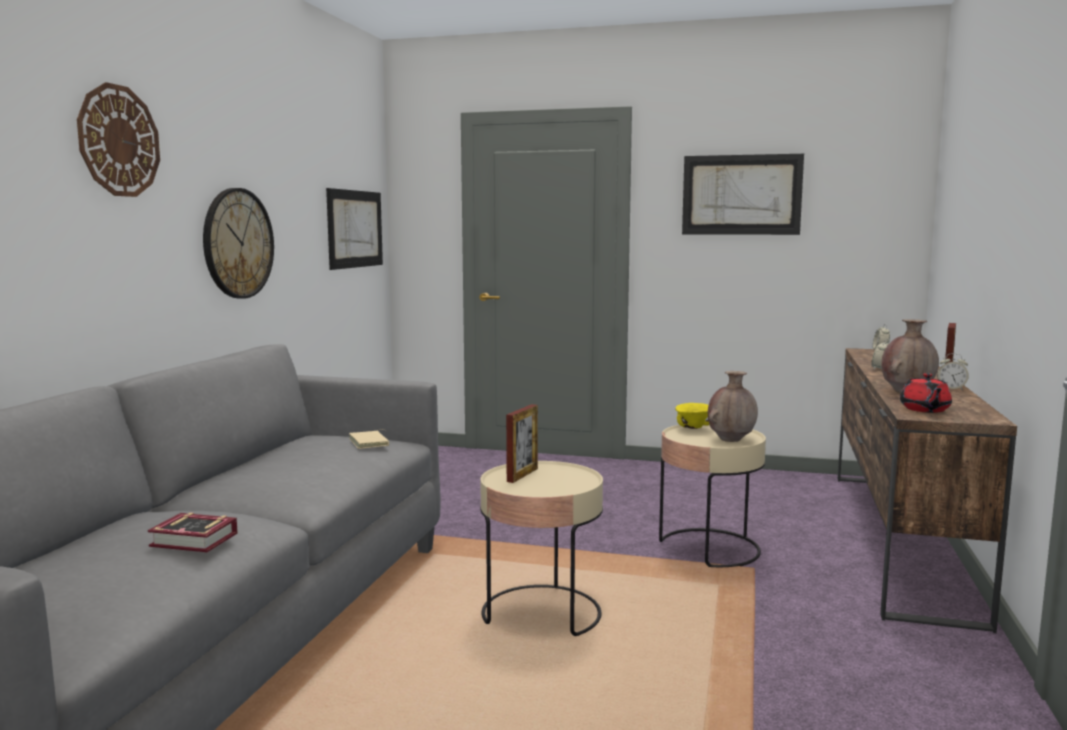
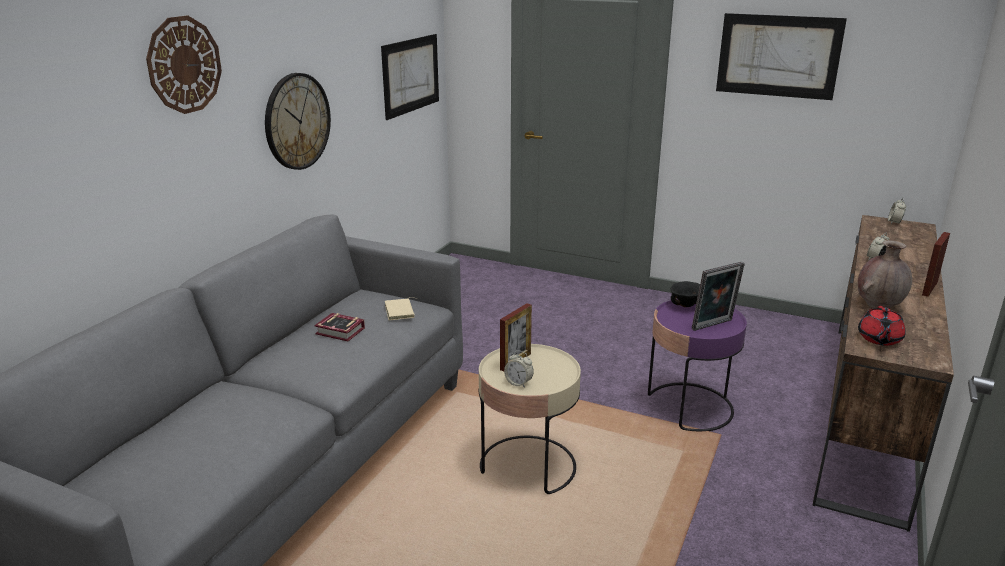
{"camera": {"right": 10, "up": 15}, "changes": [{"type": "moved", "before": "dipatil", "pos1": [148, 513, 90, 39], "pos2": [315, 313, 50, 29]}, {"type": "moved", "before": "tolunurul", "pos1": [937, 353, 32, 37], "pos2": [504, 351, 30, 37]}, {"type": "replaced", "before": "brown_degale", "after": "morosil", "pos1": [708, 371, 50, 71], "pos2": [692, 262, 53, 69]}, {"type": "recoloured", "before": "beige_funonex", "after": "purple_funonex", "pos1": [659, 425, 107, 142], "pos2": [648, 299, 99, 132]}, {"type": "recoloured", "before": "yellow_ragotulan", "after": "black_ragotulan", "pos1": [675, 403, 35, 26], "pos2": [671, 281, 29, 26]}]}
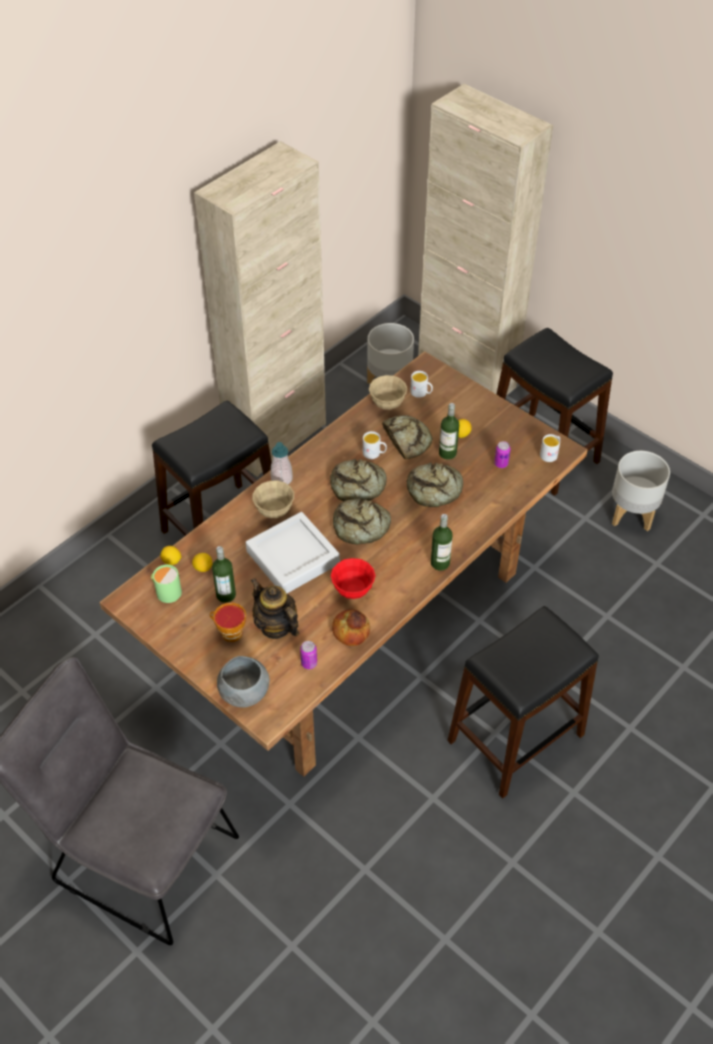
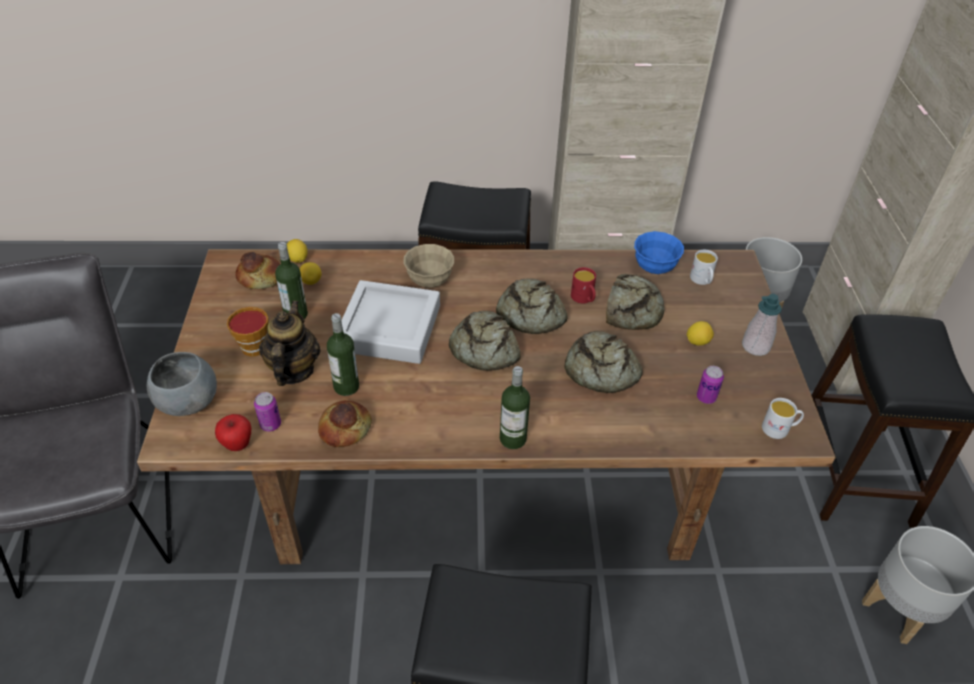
{"camera": {"right": 45, "up": -5}, "changes": [{"type": "removed", "before": "red_ragotulan", "pos1": [331, 558, 45, 41]}, {"type": "added", "after": "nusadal", "pos2": [215, 414, 36, 37]}, {"type": "moved", "before": "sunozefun", "pos1": [271, 442, 22, 42], "pos2": [742, 294, 40, 62]}, {"type": "moved", "before": "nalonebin", "pos1": [439, 403, 20, 57], "pos2": [327, 313, 32, 83]}, {"type": "replaced", "before": "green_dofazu", "after": "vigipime", "pos1": [151, 565, 31, 38], "pos2": [235, 252, 45, 37]}, {"type": "recoloured", "before": "white_dofazu", "after": "red_dofazu", "pos1": [363, 431, 24, 28], "pos2": [571, 267, 25, 36]}, {"type": "recoloured", "before": "beige_ragotulan", "after": "blue_ragotulan", "pos1": [369, 375, 38, 35], "pos2": [634, 231, 50, 43]}]}
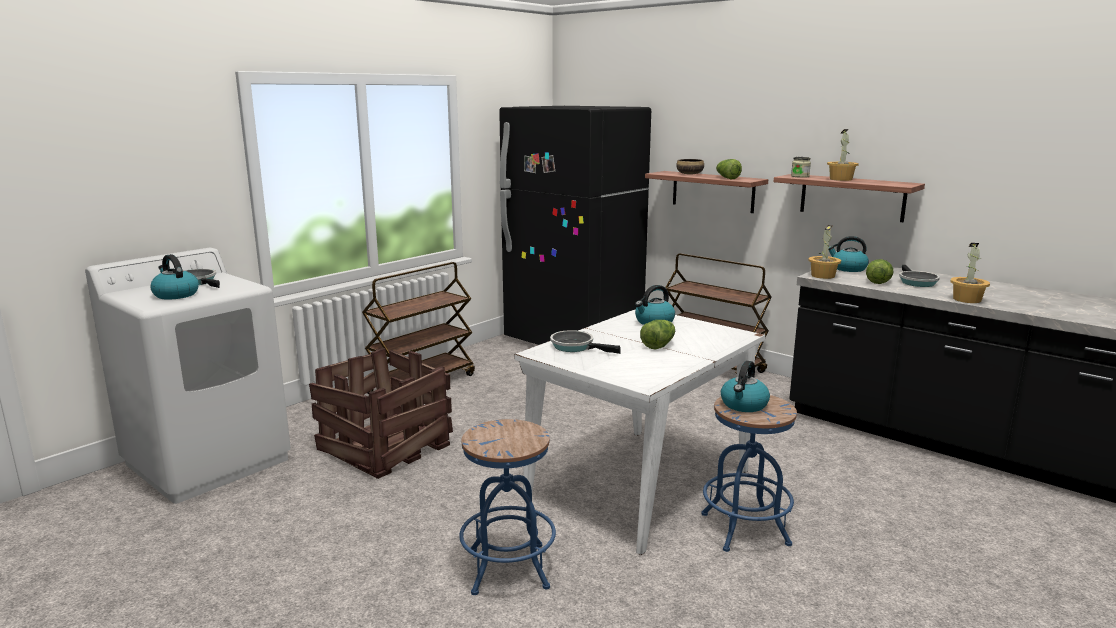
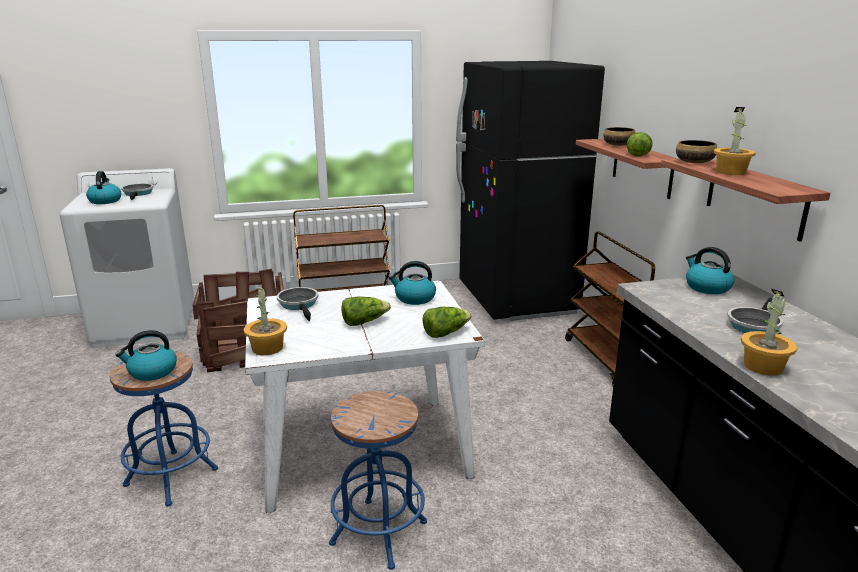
{"camera": {"right": 35, "up": 5}, "changes": [{"type": "moved", "before": "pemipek", "pos1": [721, 361, 49, 51], "pos2": [115, 330, 62, 51]}, {"type": "moved", "before": "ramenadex", "pos1": [808, 225, 33, 54], "pos2": [244, 287, 43, 68]}, {"type": "moved", "before": "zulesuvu", "pos1": [866, 259, 27, 25], "pos2": [423, 307, 49, 31]}, {"type": "replaced", "before": "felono", "after": "ragotulan", "pos1": [791, 157, 20, 21], "pos2": [676, 140, 41, 23]}]}
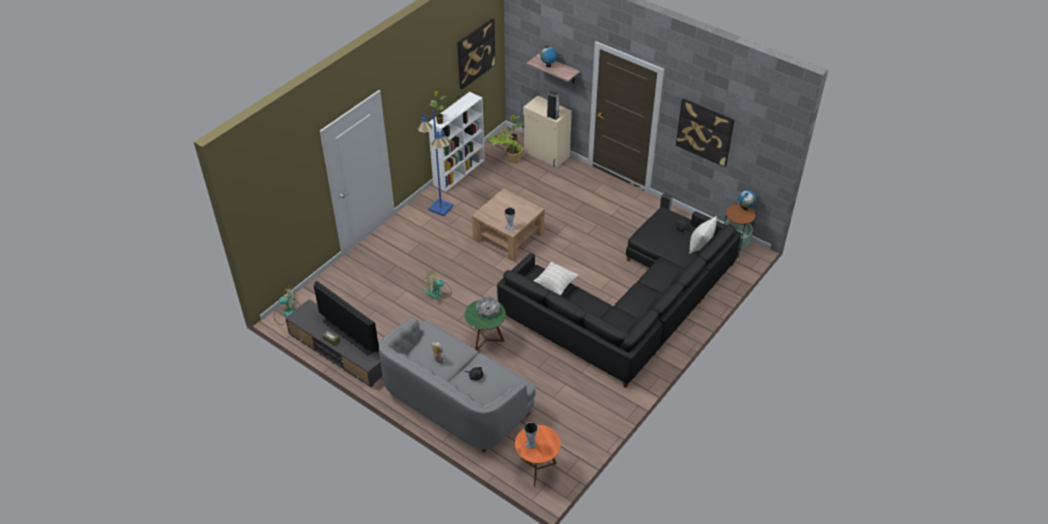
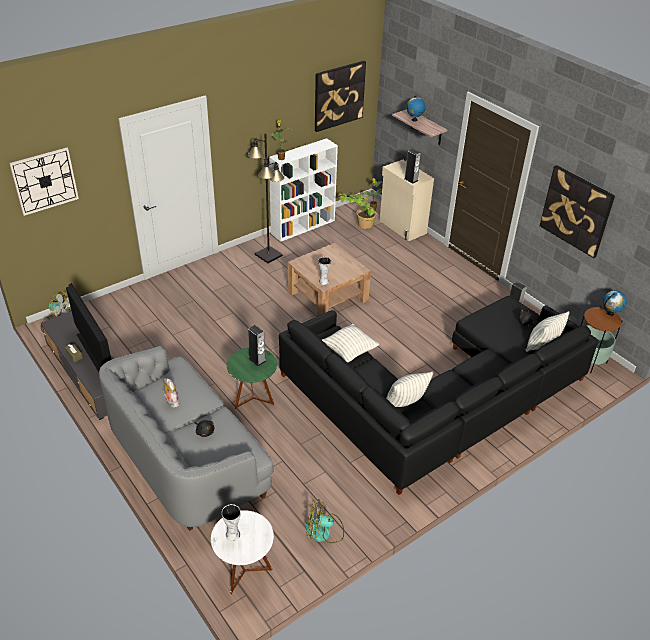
{"camera": {"right": 15, "up": -5}, "changes": [{"type": "added", "after": "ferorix", "pos2": [9, 148, 70, 68]}, {"type": "added", "after": "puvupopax", "pos2": [386, 371, 47, 36]}, {"type": "moved", "before": "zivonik", "pos1": [425, 271, 27, 28], "pos2": [306, 499, 38, 44]}, {"type": "replaced", "before": "ragotulan", "after": "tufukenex", "pos1": [476, 297, 24, 20], "pos2": [248, 325, 18, 42]}, {"type": "recoloured", "before": "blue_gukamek", "after": "black_gukamek", "pos1": [418, 110, 35, 106], "pos2": [248, 133, 36, 130]}, {"type": "recoloured", "before": "orange_funonex", "after": "white_funonex", "pos1": [515, 425, 46, 62], "pos2": [211, 510, 63, 84]}]}
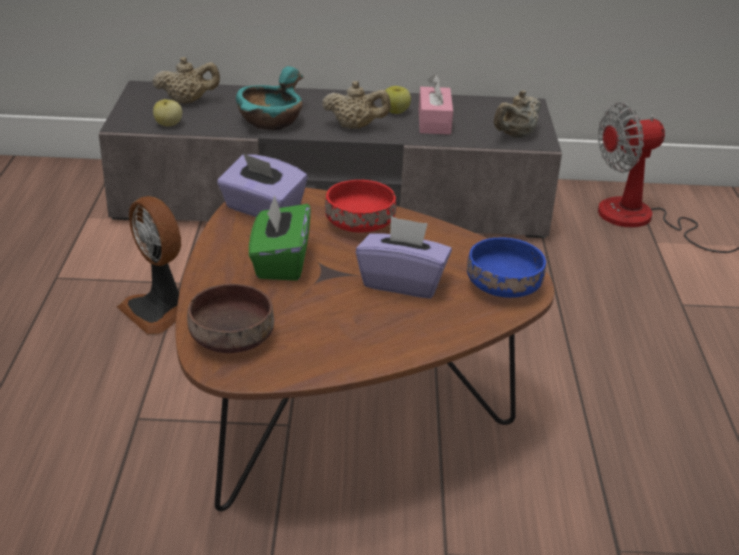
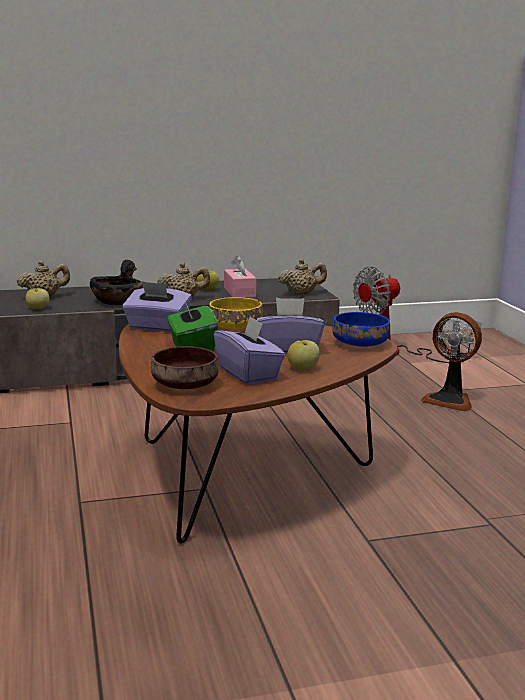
{"camera": {"right": -15, "up": -15}, "changes": [{"type": "added", "after": "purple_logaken", "pos2": [214, 316, 71, 69]}, {"type": "added", "after": "nusadal", "pos2": [287, 340, 33, 30]}, {"type": "moved", "before": "zivonik", "pos1": [117, 196, 64, 138], "pos2": [421, 312, 61, 99]}, {"type": "recoloured", "before": "turquoise_ragotulan", "after": "black_ragotulan", "pos1": [236, 66, 68, 64], "pos2": [90, 260, 53, 45]}, {"type": "recoloured", "before": "red_ragotulan", "after": "yellow_ragotulan", "pos1": [325, 180, 71, 52], "pos2": [209, 297, 54, 33]}, {"type": "turned", "before": "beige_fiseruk", "pos1": [494, 90, 47, 48], "pos2": [278, 259, 49, 36], "turn": -135}]}
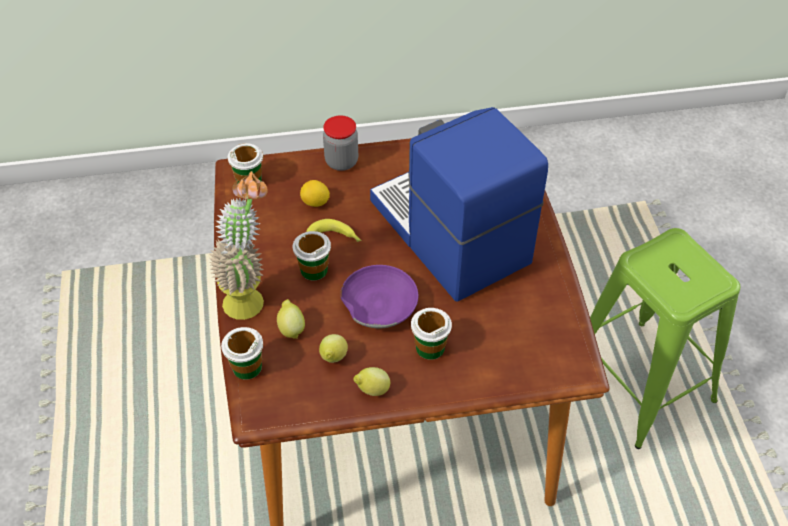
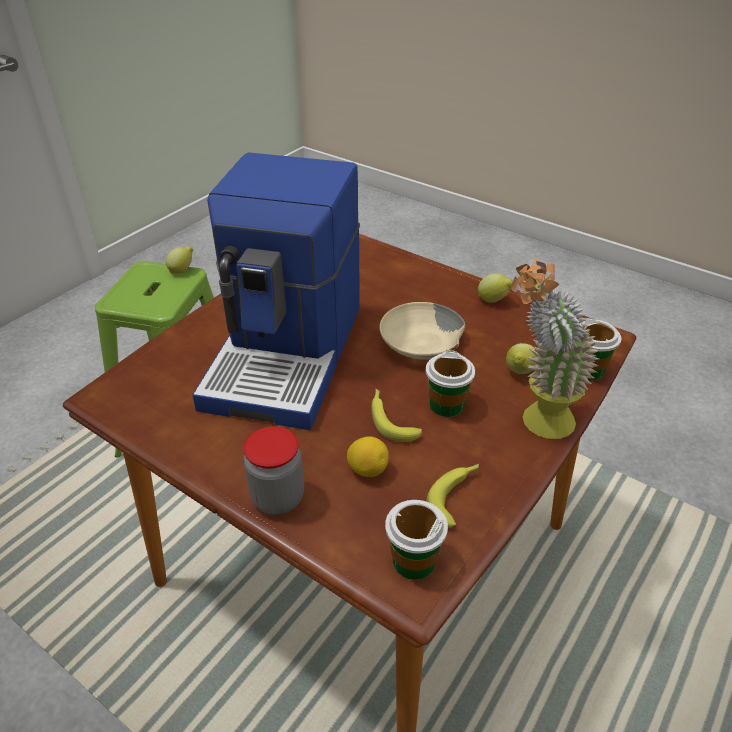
{"camera": {"right": -135, "up": -10}, "changes": [{"type": "removed", "before": "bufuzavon", "pos1": [411, 308, 41, 52]}, {"type": "added", "after": "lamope", "pos2": [426, 464, 53, 64]}, {"type": "moved", "before": "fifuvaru", "pos1": [319, 334, 29, 29], "pos2": [166, 246, 27, 28]}, {"type": "recoloured", "before": "purple_ragotulan", "after": "beige_ragotulan", "pos1": [340, 265, 78, 63], "pos2": [379, 302, 87, 58]}]}
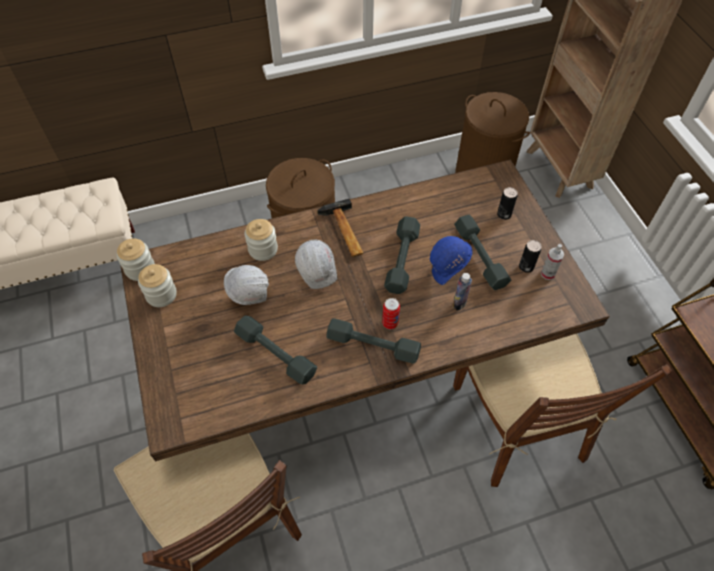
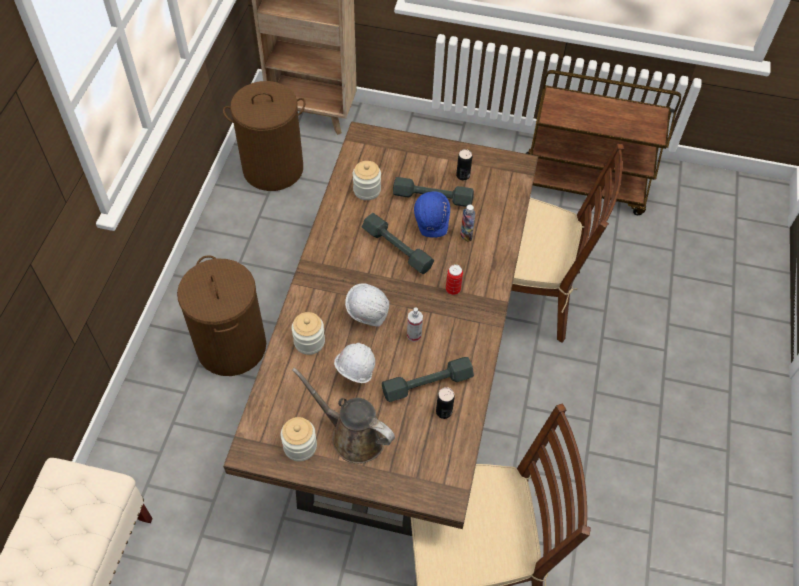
{"camera": {"right": -60, "up": 0}, "changes": [{"type": "removed", "before": "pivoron", "pos1": [317, 198, 46, 59]}, {"type": "removed", "before": "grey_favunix", "pos1": [326, 318, 95, 46]}, {"type": "added", "after": "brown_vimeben", "pos2": [292, 367, 103, 97]}, {"type": "moved", "before": "felono", "pos1": [117, 238, 38, 43], "pos2": [353, 161, 28, 39]}, {"type": "moved", "before": "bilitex", "pos1": [497, 187, 21, 33], "pos2": [436, 387, 19, 32]}, {"type": "moved", "before": "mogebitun", "pos1": [541, 244, 23, 36], "pos2": [407, 308, 16, 34]}]}
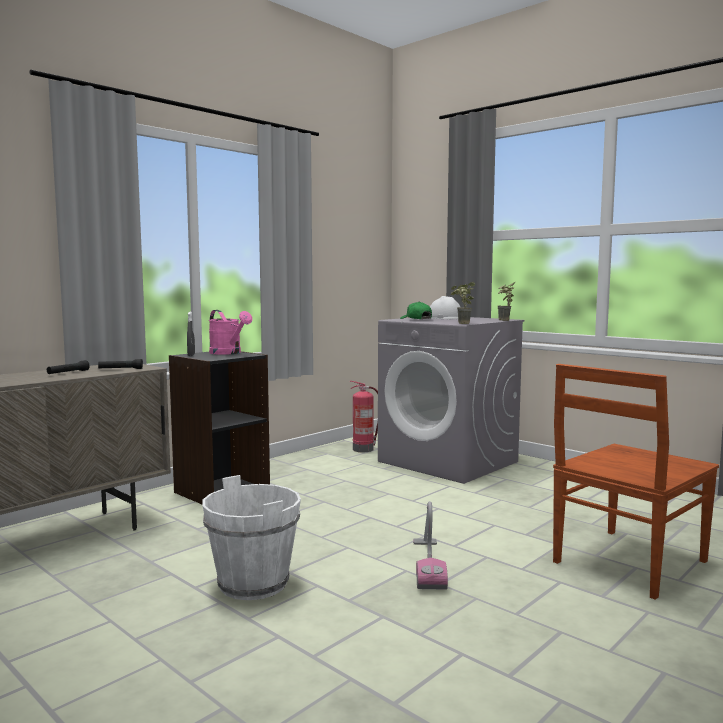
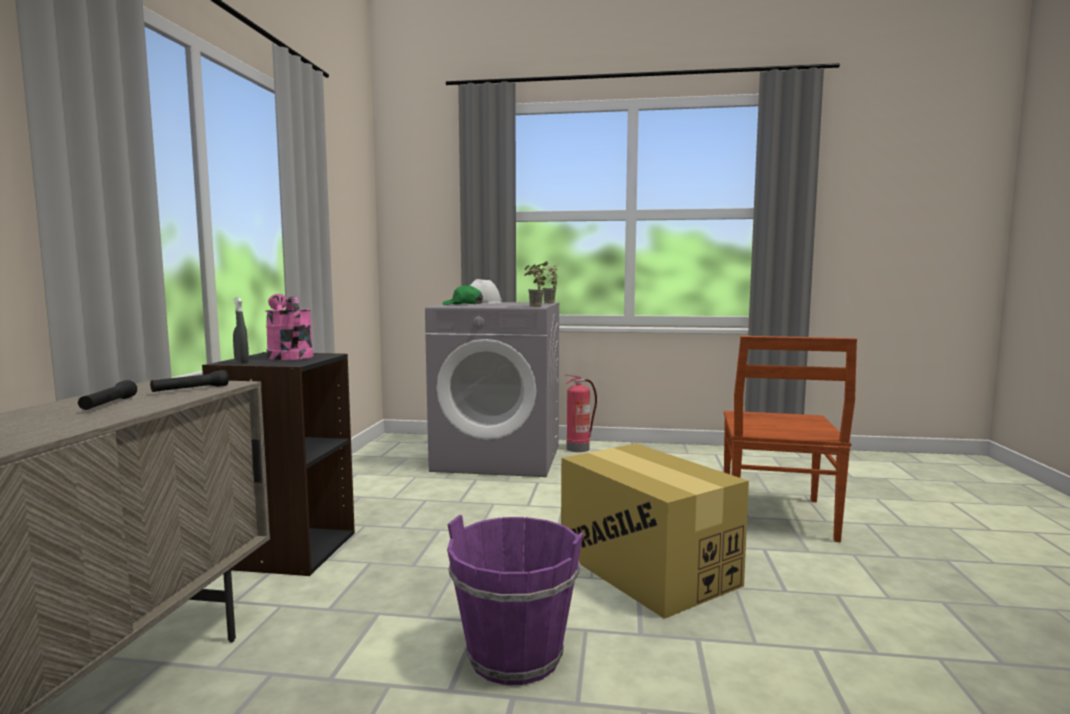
{"camera": {"right": -35, "up": 0}, "changes": [{"type": "moved", "before": "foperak", "pos1": [349, 381, 29, 71], "pos2": [565, 375, 32, 77]}, {"type": "replaced", "before": "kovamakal", "after": "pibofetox", "pos1": [413, 501, 35, 89], "pos2": [561, 444, 188, 175]}, {"type": "recoloured", "before": "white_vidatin", "after": "purple_vidatin", "pos1": [202, 475, 99, 125], "pos2": [447, 515, 137, 170]}, {"type": "turned", "before": "pink_vimeben", "pos1": [209, 310, 43, 45], "pos2": [265, 294, 49, 66], "turn": -135}]}
